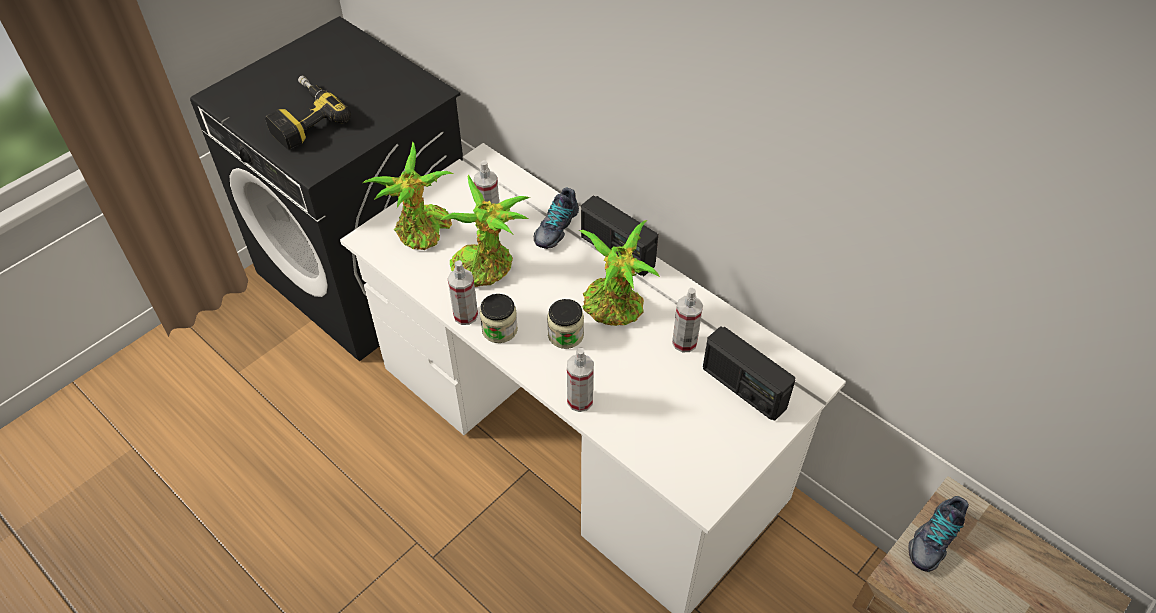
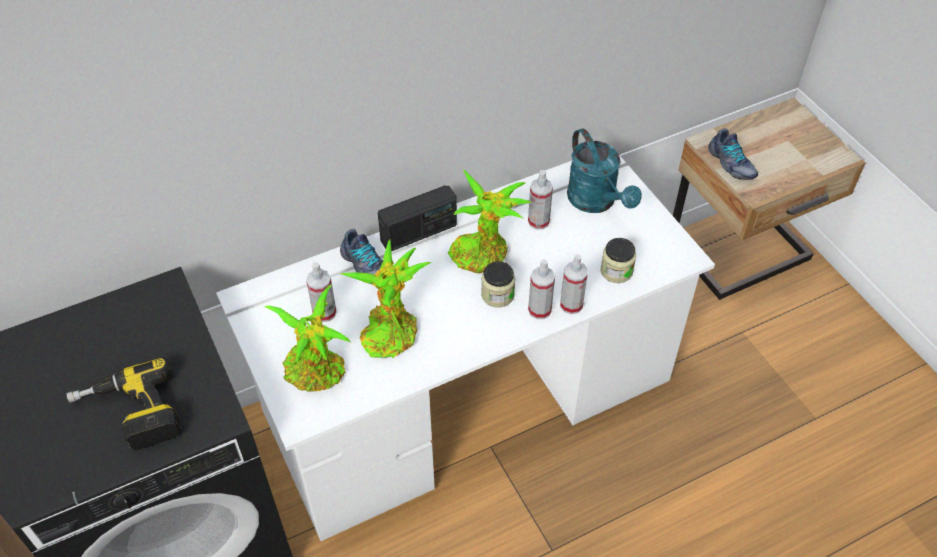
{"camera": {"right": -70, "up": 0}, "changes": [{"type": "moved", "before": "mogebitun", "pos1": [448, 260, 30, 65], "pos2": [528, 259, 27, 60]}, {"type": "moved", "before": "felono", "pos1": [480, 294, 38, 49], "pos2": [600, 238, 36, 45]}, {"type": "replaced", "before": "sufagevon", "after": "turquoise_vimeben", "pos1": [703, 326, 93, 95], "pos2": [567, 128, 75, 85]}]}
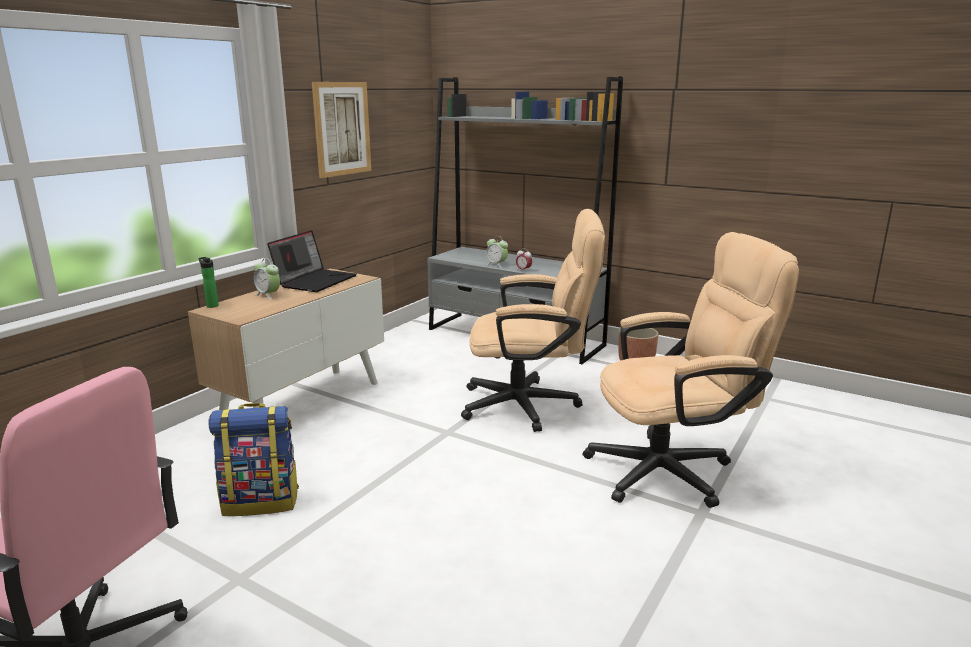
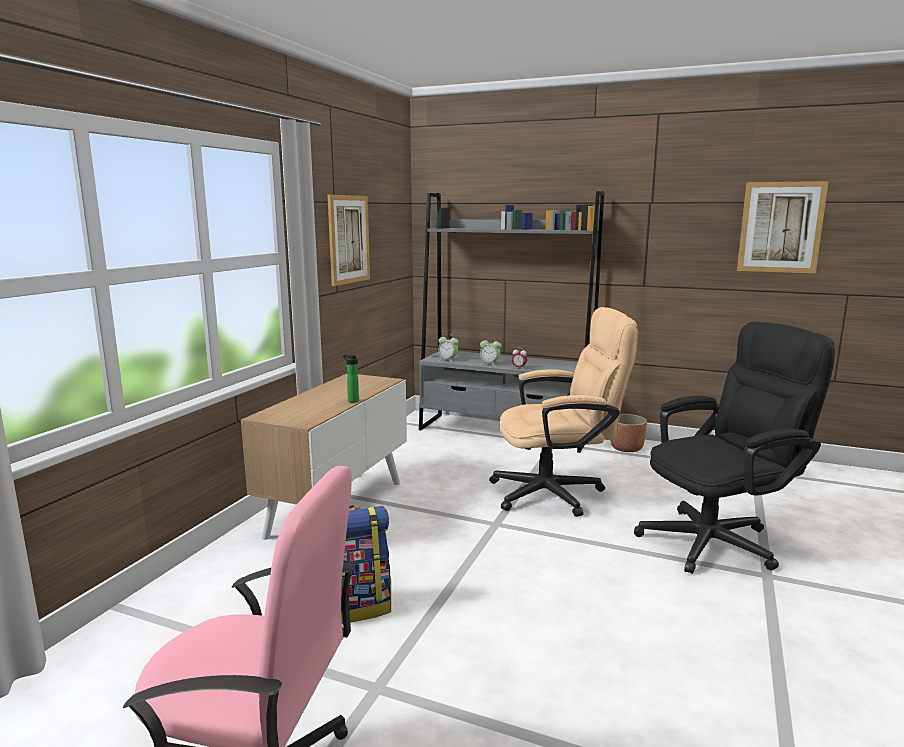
{"camera": {"right": -10, "up": -5}, "changes": [{"type": "removed", "before": "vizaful", "pos1": [267, 230, 90, 62]}, {"type": "added", "after": "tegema", "pos2": [737, 181, 92, 92]}, {"type": "moved", "before": "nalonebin", "pos1": [198, 257, 21, 51], "pos2": [343, 354, 16, 48]}, {"type": "moved", "before": "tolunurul", "pos1": [254, 258, 26, 41], "pos2": [438, 337, 21, 25]}, {"type": "recoloured", "before": "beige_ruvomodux", "after": "black_ruvomodux", "pos1": [583, 232, 216, 276], "pos2": [634, 322, 201, 252]}]}
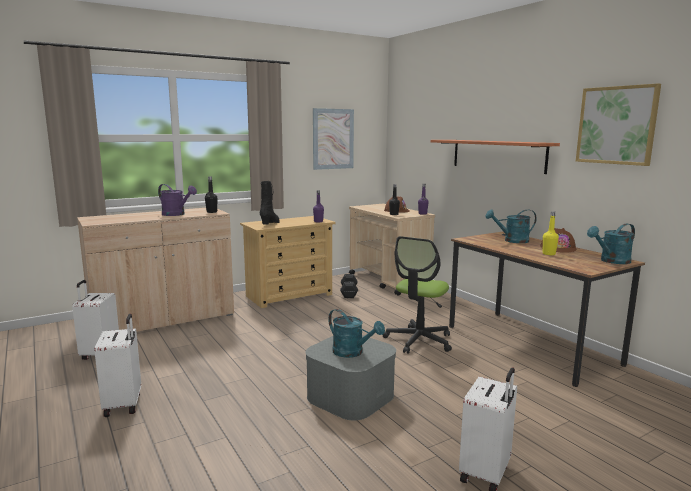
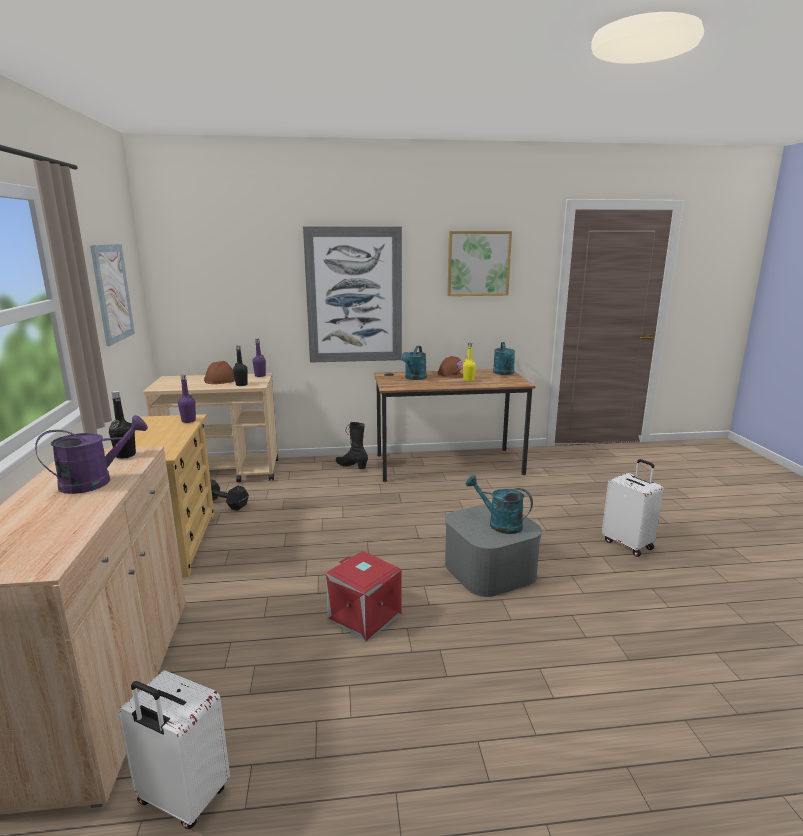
{"camera": {"right": -65, "up": 5}, "changes": [{"type": "removed", "before": "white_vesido", "pos1": [94, 314, 47, 103]}, {"type": "removed", "before": "ruvomodux", "pos1": [383, 236, 69, 118]}, {"type": "added", "after": "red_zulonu", "pos2": [326, 551, 76, 91]}, {"type": "moved", "before": "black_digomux", "pos1": [260, 181, 20, 44], "pos2": [336, 422, 32, 47]}, {"type": "replaced", "before": "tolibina", "after": "tegema", "pos1": [431, 140, 129, 34], "pos2": [303, 226, 99, 137]}, {"type": "turned", "before": "turquoise_vimeben", "pos1": [328, 309, 57, 49], "pos2": [466, 475, 67, 59], "turn": -120}]}
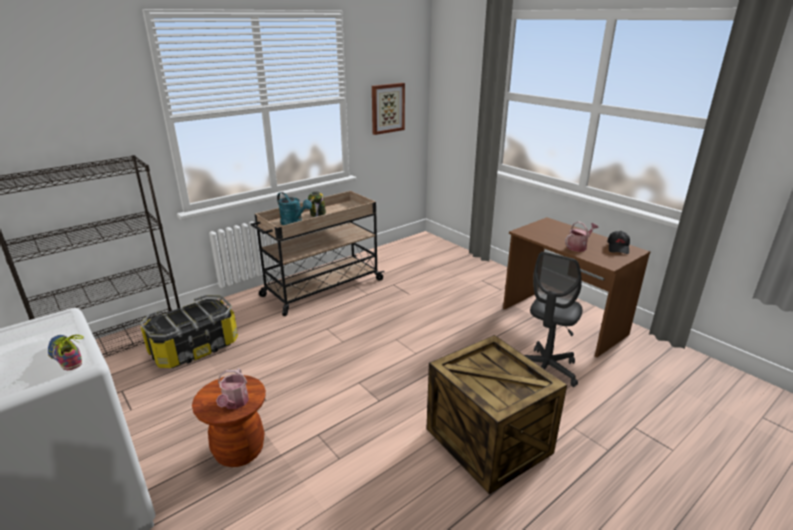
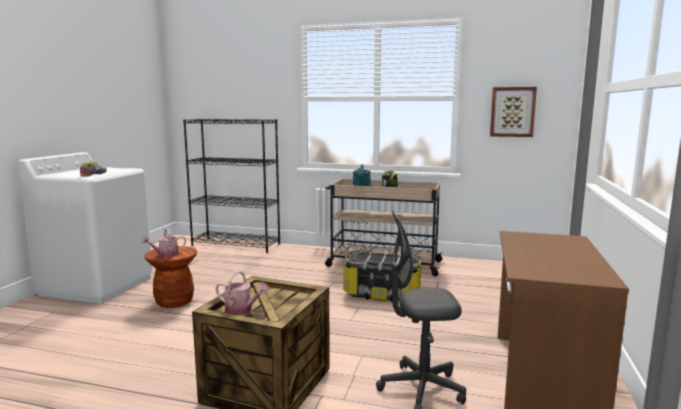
{"camera": {"right": 55, "up": -15}, "changes": [{"type": "removed", "before": "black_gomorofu", "pos1": [607, 231, 23, 23]}, {"type": "moved", "before": "zulonu", "pos1": [140, 295, 98, 73], "pos2": [344, 249, 78, 53]}, {"type": "moved", "before": "vimeben", "pos1": [565, 222, 33, 30], "pos2": [215, 271, 55, 44]}]}
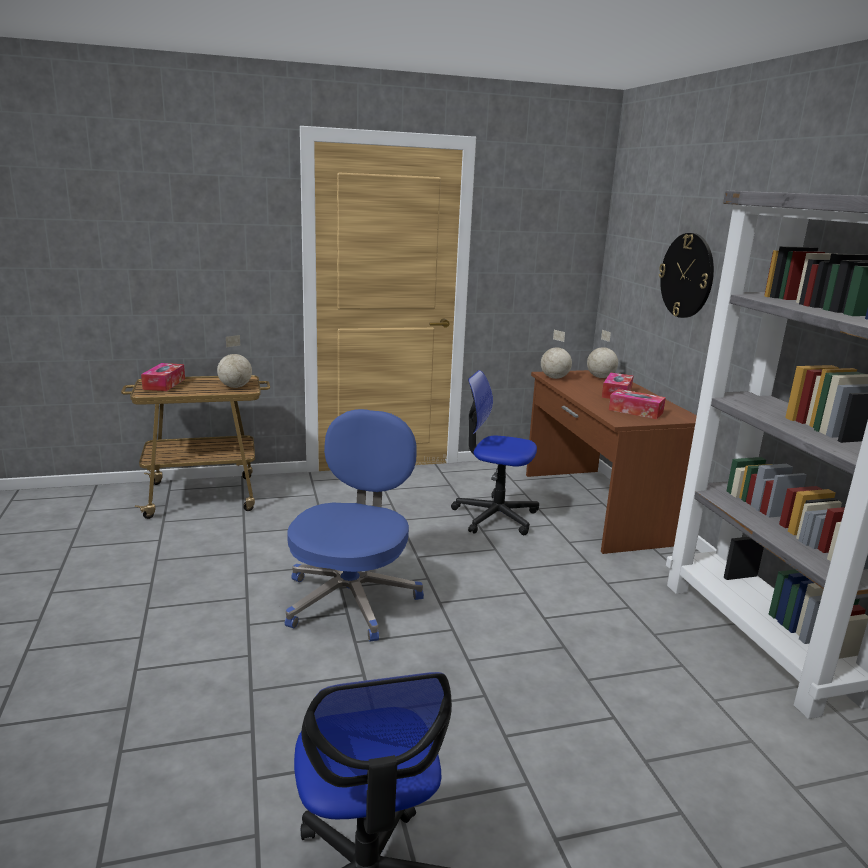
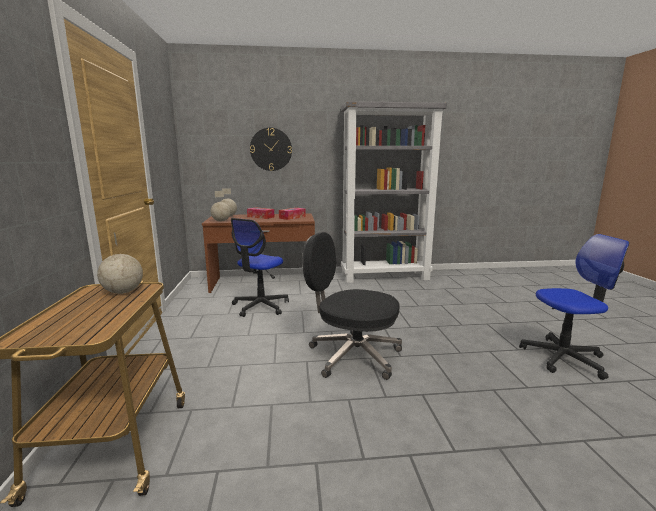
{"camera": {"right": -80, "up": -5}, "changes": [{"type": "removed", "before": "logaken", "pos1": [141, 363, 44, 28]}, {"type": "recoloured", "before": "blue_ruvomodux", "after": "black_ruvomodux", "pos1": [285, 409, 139, 233], "pos2": [302, 232, 100, 148]}]}
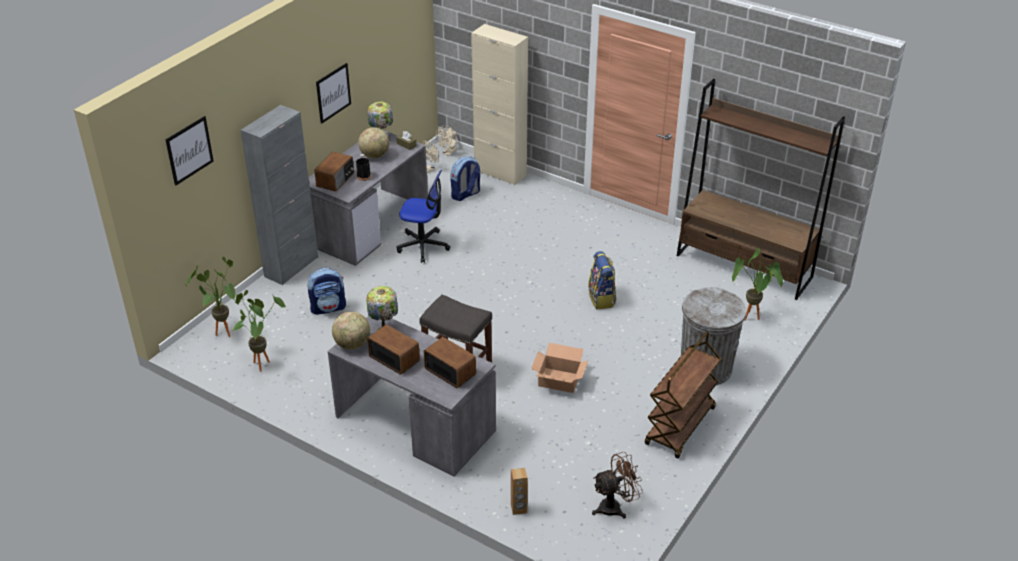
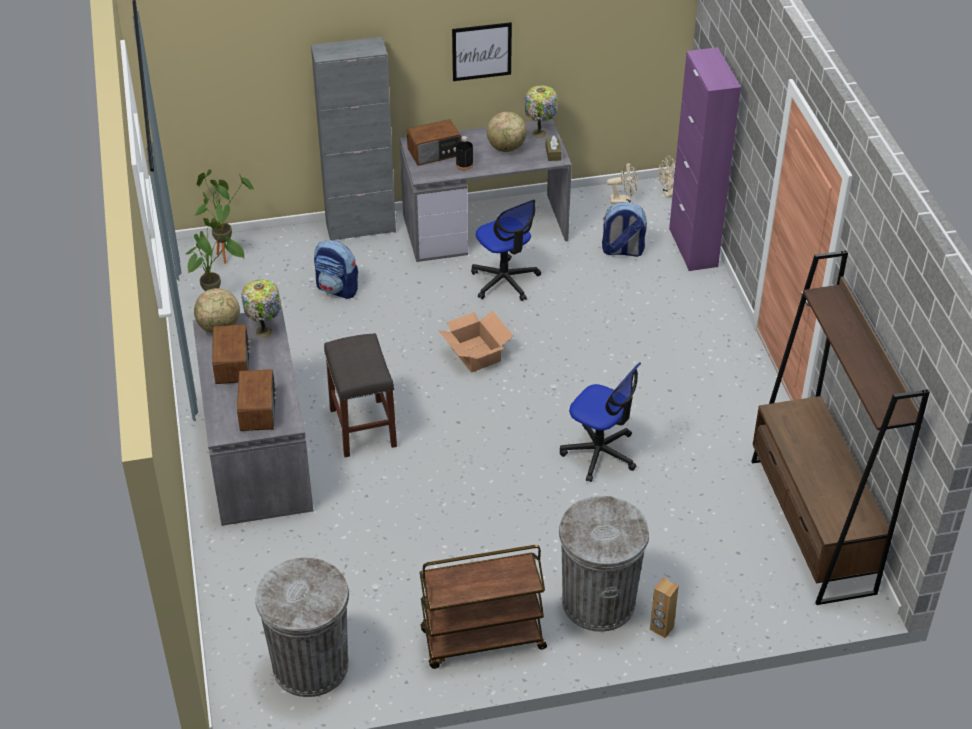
{"camera": {"right": 45, "up": 5}, "changes": [{"type": "removed", "before": "tegema", "pos1": [165, 116, 49, 69]}, {"type": "removed", "before": "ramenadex", "pos1": [732, 248, 51, 73]}, {"type": "moved", "before": "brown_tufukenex", "pos1": [511, 468, 17, 47], "pos2": [650, 578, 29, 60]}, {"type": "moved", "before": "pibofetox", "pos1": [531, 343, 57, 50], "pos2": [438, 311, 75, 62]}, {"type": "replaced", "before": "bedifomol", "after": "ruvomodux", "pos1": [588, 251, 28, 58], "pos2": [560, 362, 81, 120]}, {"type": "replaced", "before": "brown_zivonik", "after": "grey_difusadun", "pos1": [592, 452, 51, 67], "pos2": [255, 558, 94, 139]}, {"type": "recoloured", "before": "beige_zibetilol", "after": "purple_zibetilol", "pos1": [471, 24, 57, 161], "pos2": [669, 47, 72, 224]}]}
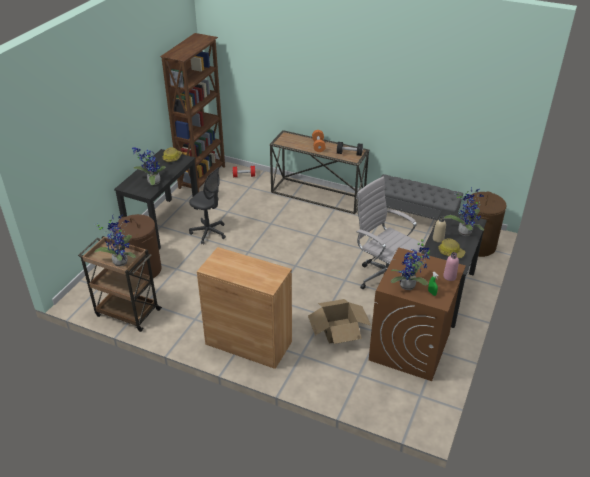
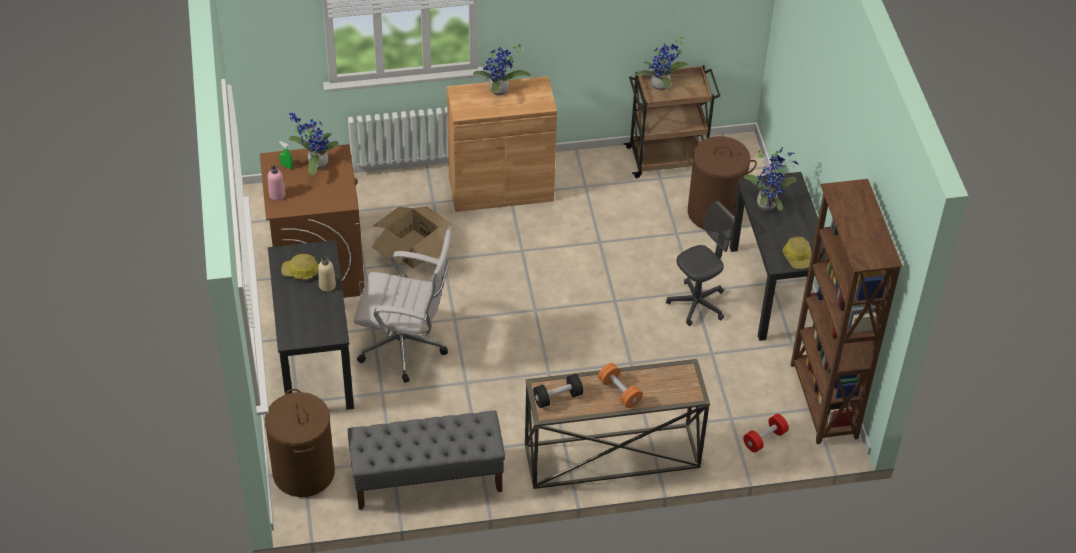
{"camera": {"right": 145, "up": 10}, "changes": [{"type": "moved", "before": "ramenadex", "pos1": [444, 187, 40, 49], "pos2": [473, 44, 58, 51]}, {"type": "turned", "before": "grey_ruvomodux", "pos1": [189, 167, 37, 77], "pos2": [666, 201, 69, 125], "turn": 150}]}
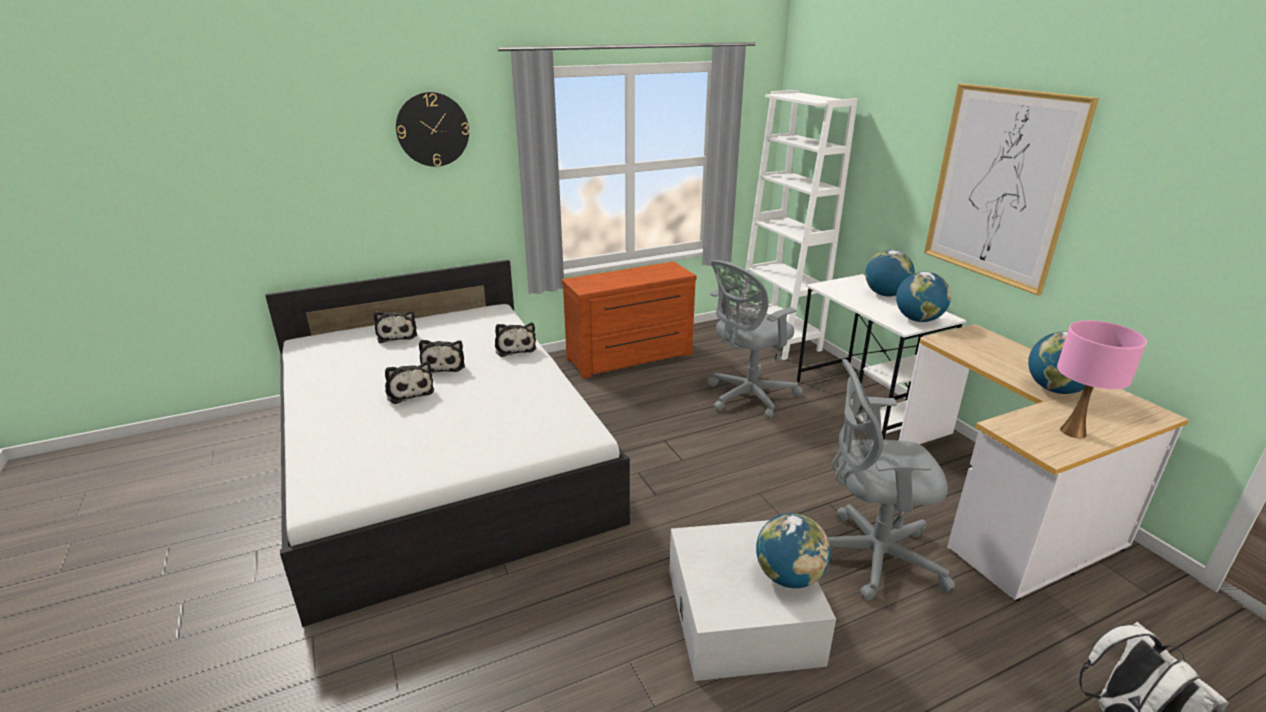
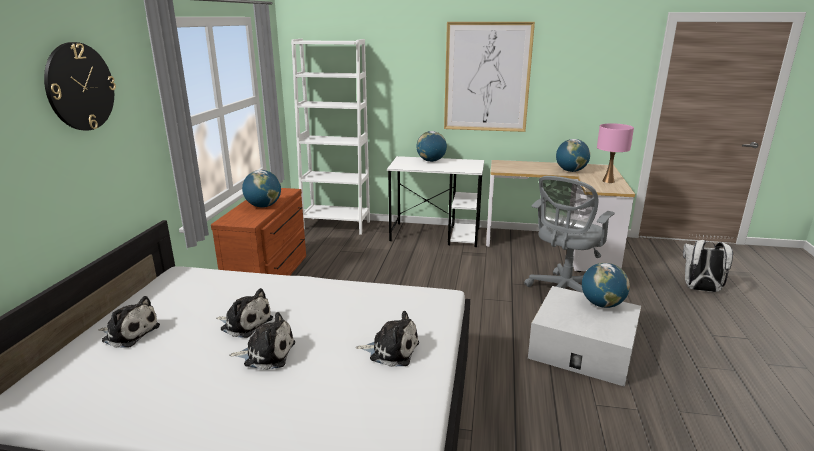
{"camera": {"right": -55, "up": -5}, "changes": [{"type": "removed", "before": "grey_ruvomodux", "pos1": [708, 260, 95, 159]}, {"type": "moved", "before": "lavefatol", "pos1": [495, 323, 42, 34], "pos2": [356, 311, 63, 56]}, {"type": "moved", "before": "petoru", "pos1": [896, 272, 55, 50], "pos2": [242, 170, 39, 37]}]}
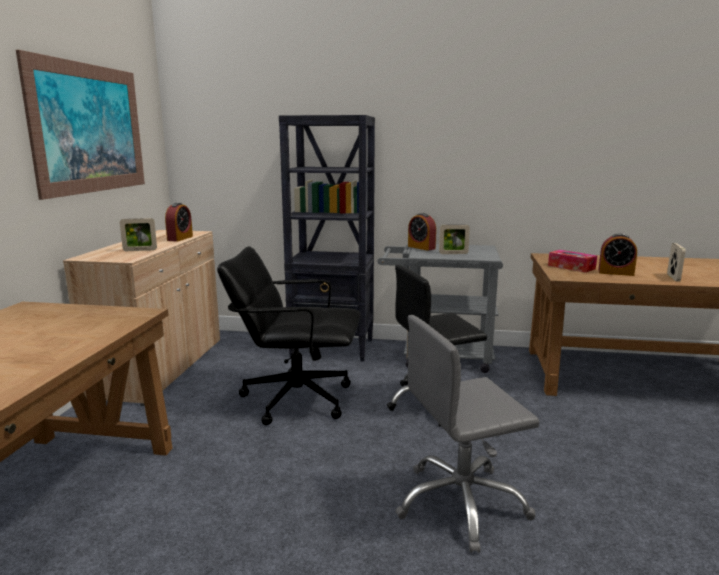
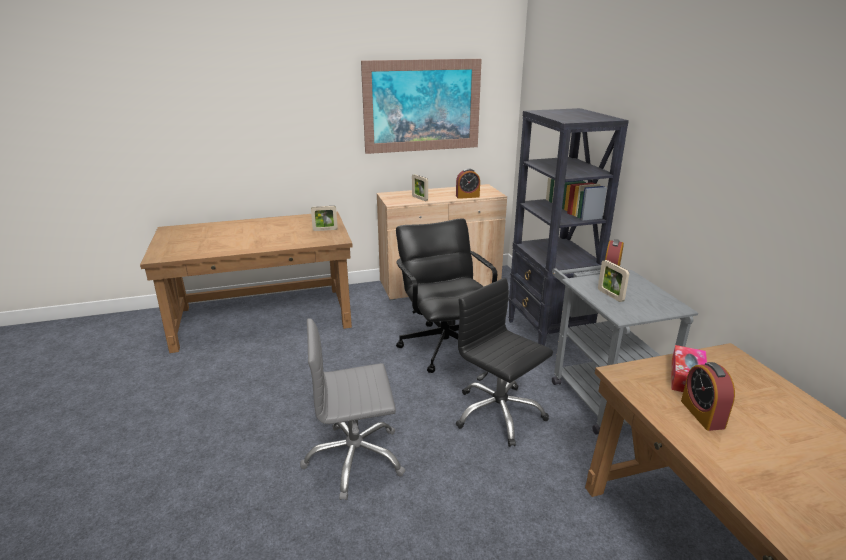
{"camera": {"right": 65, "up": 10}, "changes": [{"type": "moved", "before": "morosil", "pos1": [667, 243, 19, 39], "pos2": [311, 206, 27, 25]}, {"type": "turned", "before": "grey_ruvomodux", "pos1": [395, 315, 145, 238], "pos2": [300, 318, 105, 182], "turn": -60}]}
